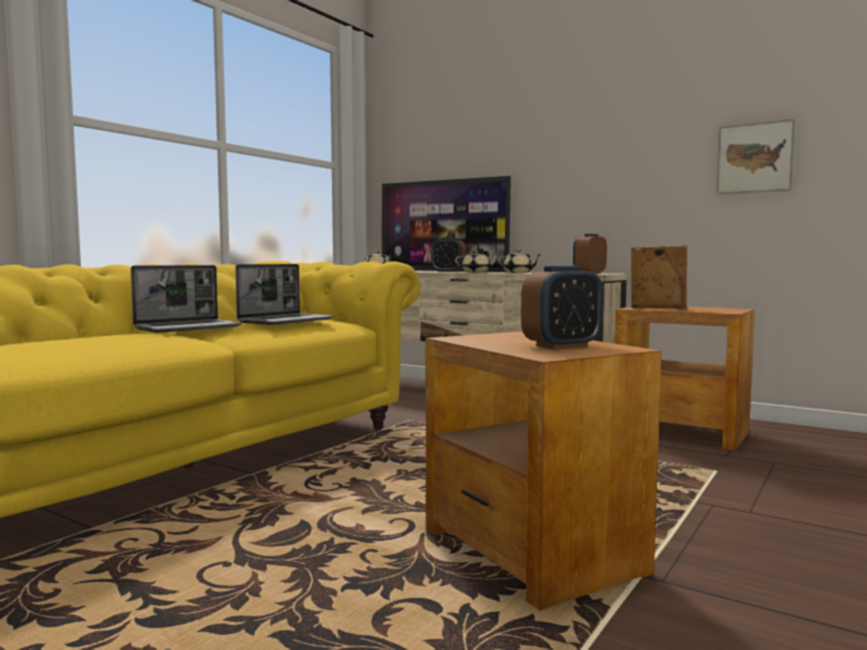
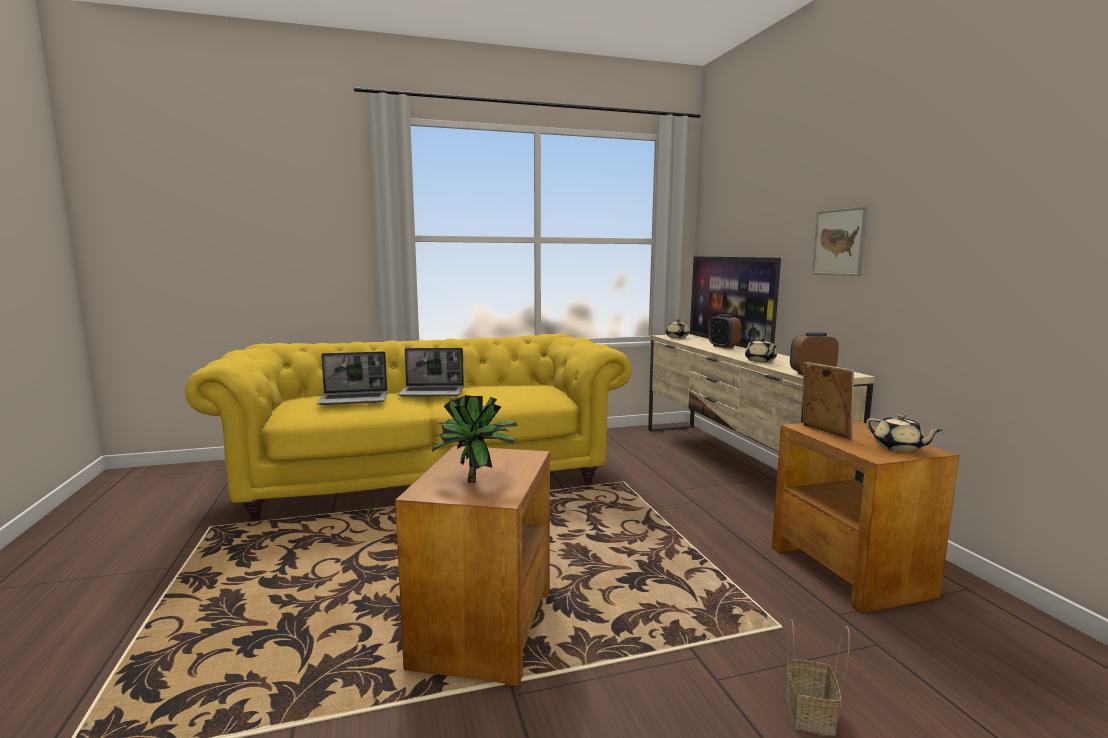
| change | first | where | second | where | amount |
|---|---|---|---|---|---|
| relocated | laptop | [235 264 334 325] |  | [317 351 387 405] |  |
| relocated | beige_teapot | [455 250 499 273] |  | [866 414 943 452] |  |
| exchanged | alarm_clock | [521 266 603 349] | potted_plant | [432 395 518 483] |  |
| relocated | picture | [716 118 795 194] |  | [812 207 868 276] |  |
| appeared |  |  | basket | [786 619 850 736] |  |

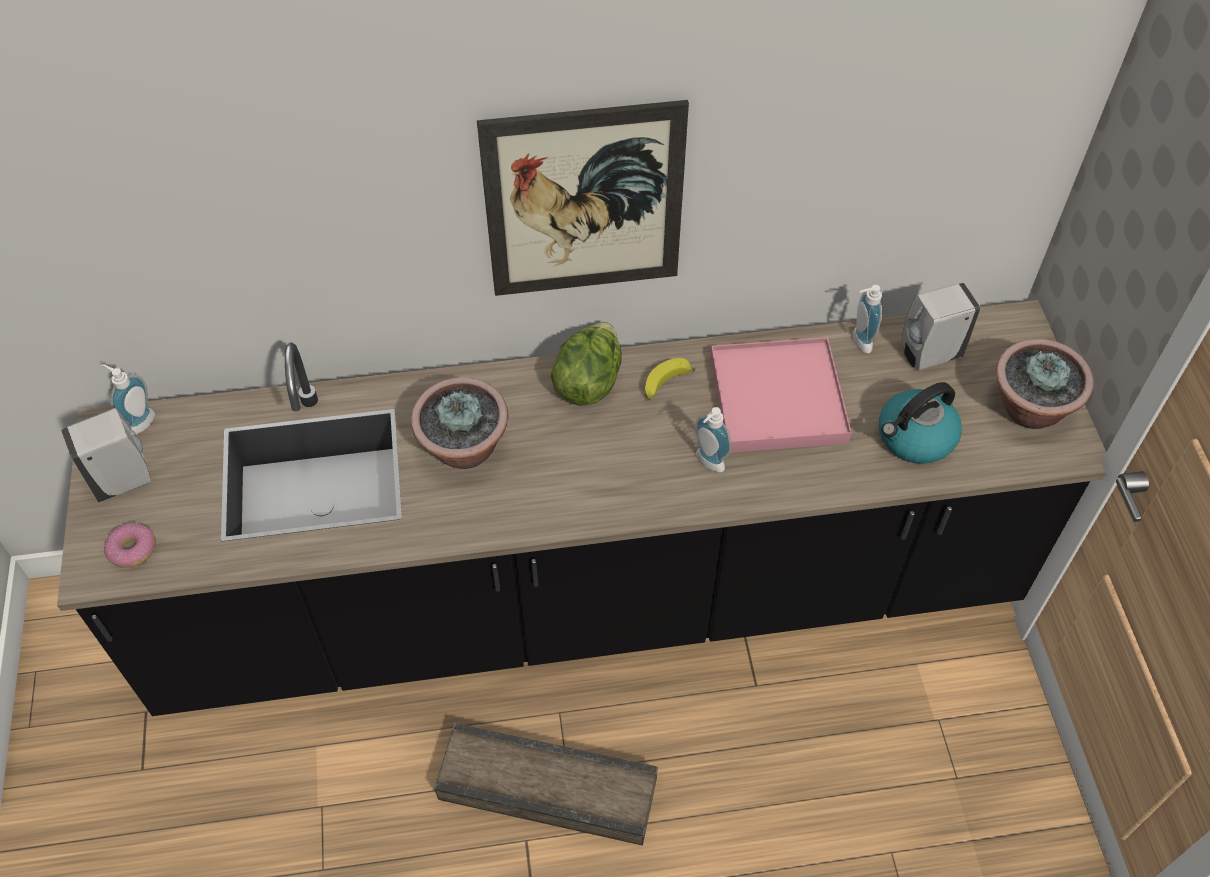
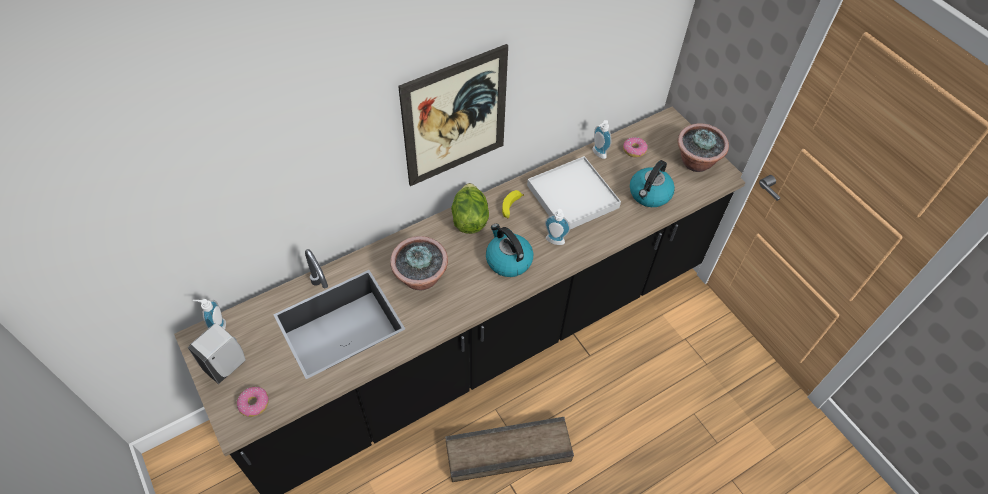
| change | first | where | second | where | amount |
|---|---|---|---|---|---|
| colour | pink_tray | [710 337 852 453] | white_tray | [527 156 621 229] |  |
| exchanged | white_soap_dispenser | [902 283 980 370] | donut | [623 137 648 157] |  |
| appeared |  |  | kettle | [486 224 533 277] |  |

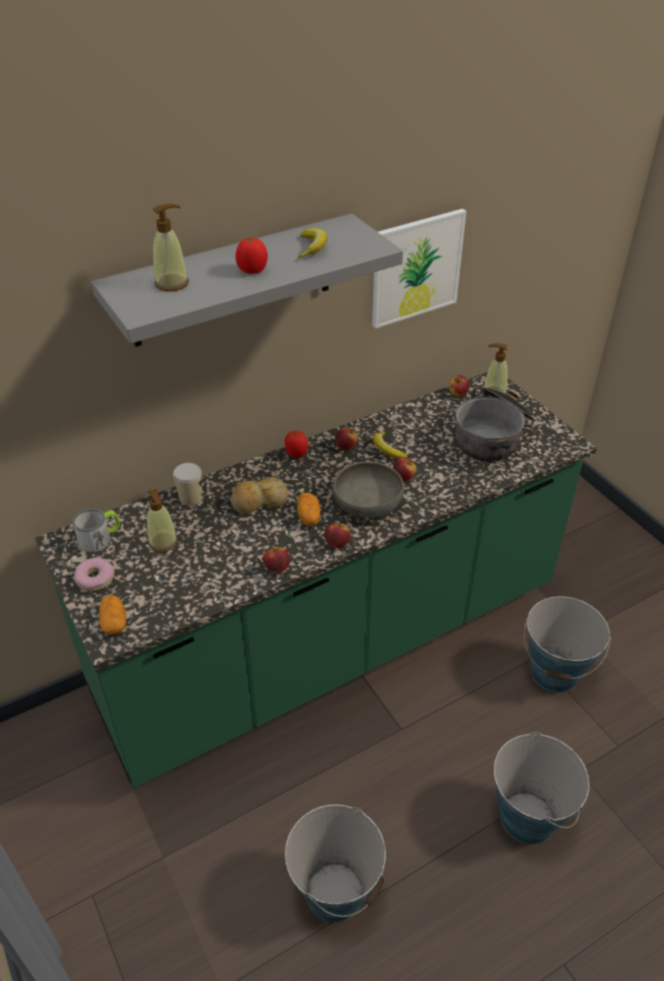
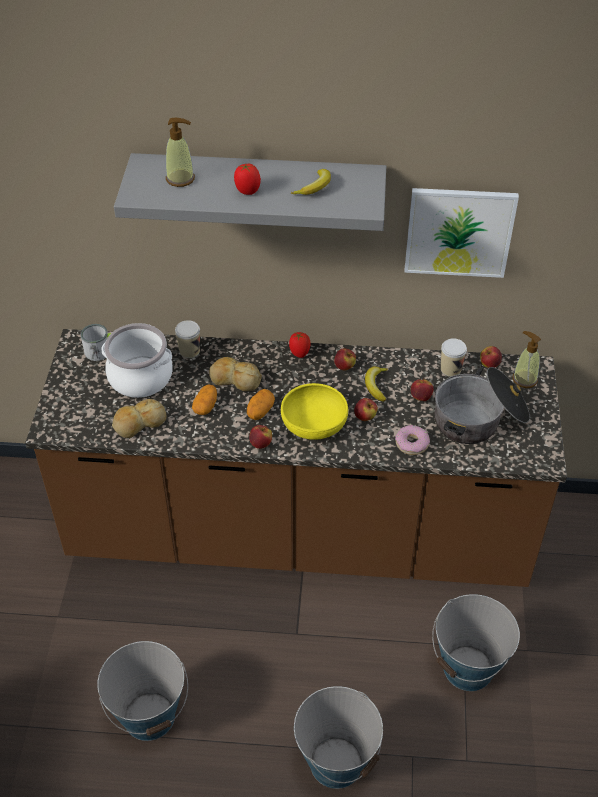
| change | first | where | second | where | amount |
|---|---|---|---|---|---|
| colour | green_counter | [35 372 597 788] | brown_counter | [25 329 567 587] |  |
| relocated | donut | [74 558 115 591] |  | [395 425 430 455] |  |
| relocated | potato | [99 595 126 635] |  | [192 384 217 415] |  |
| exchanged | soap_dispenser | [147 489 178 552] | cooking_pot | [102 323 173 398] |  |
| relocated | apple | [263 546 290 573] |  | [411 378 434 401] |  |
| colour | grey_bowl | [333 461 404 518] | yellow_bowl | [281 383 348 440] |  |
| appeared |  |  | bread | [112 399 166 438] |  |
| appeared |  |  | cup | [441 338 467 377] |  |

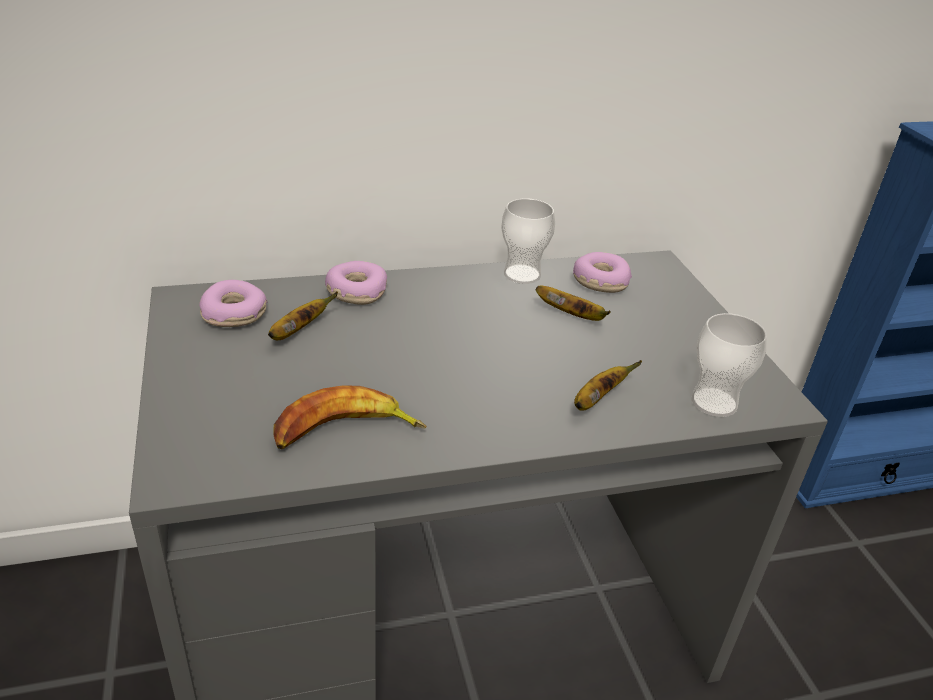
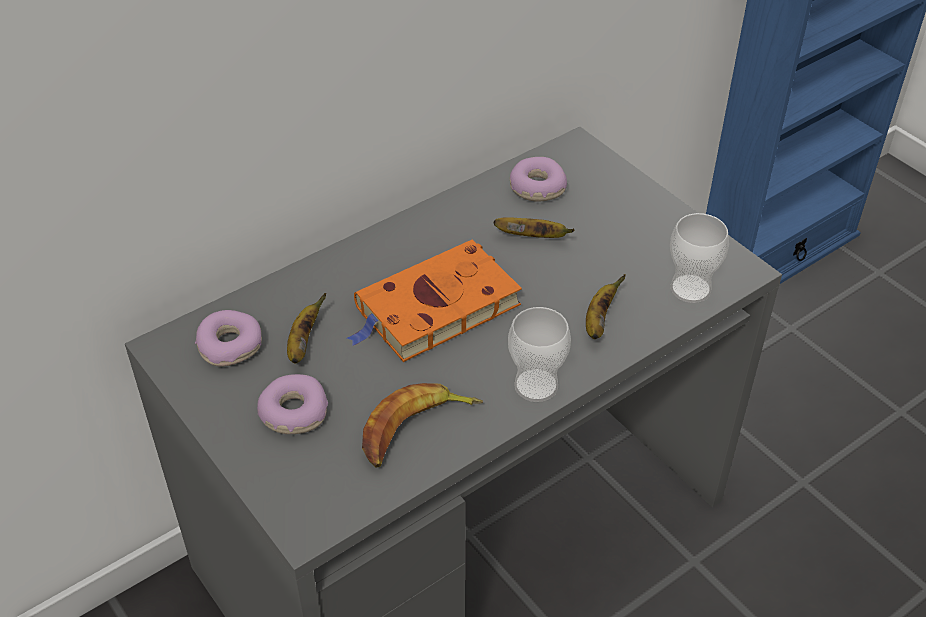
| change | first | where | second | where | amount |
|---|---|---|---|---|---|
| relocated | donut | [325 261 387 305] |  | [257 374 328 434] |  |
| relocated | cup | [501 198 555 284] |  | [508 307 571 402] |  |
| appeared |  |  | orange_book | [347 240 522 362] |  |

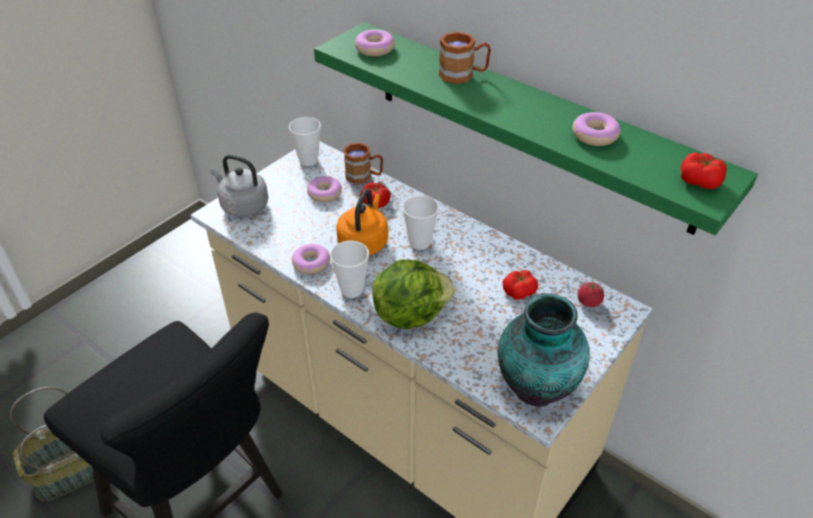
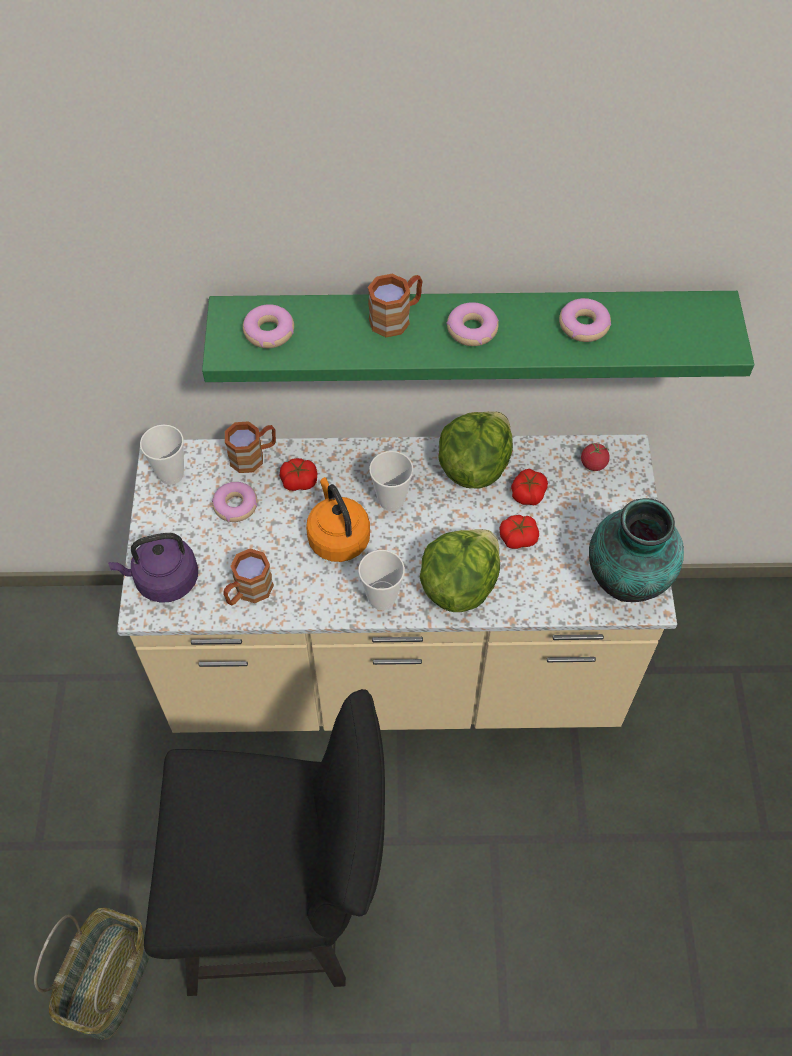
| change | first | where | second | where | amount |
|---|---|---|---|---|---|
| colour | grey_kettle | [211 155 268 217] | purple_kettle | [108 533 198 603] |  |
| relocated | donut | [292 244 330 274] |  | [446 303 499 346] |  |
| relocated | tomato | [681 152 727 189] |  | [499 515 539 549] |  |
| appeared |  |  | brown_mug | [223 549 274 605] |  |
| appeared |  |  | lettuce | [438 411 513 488] |  |

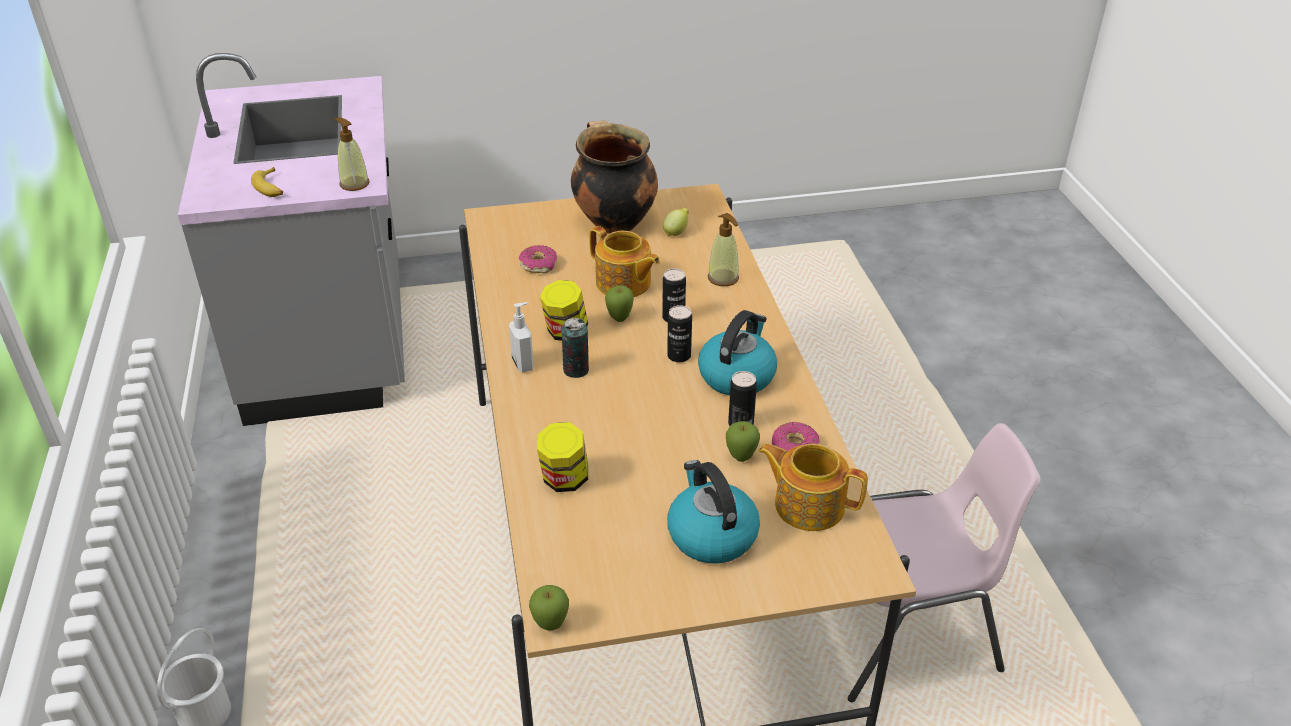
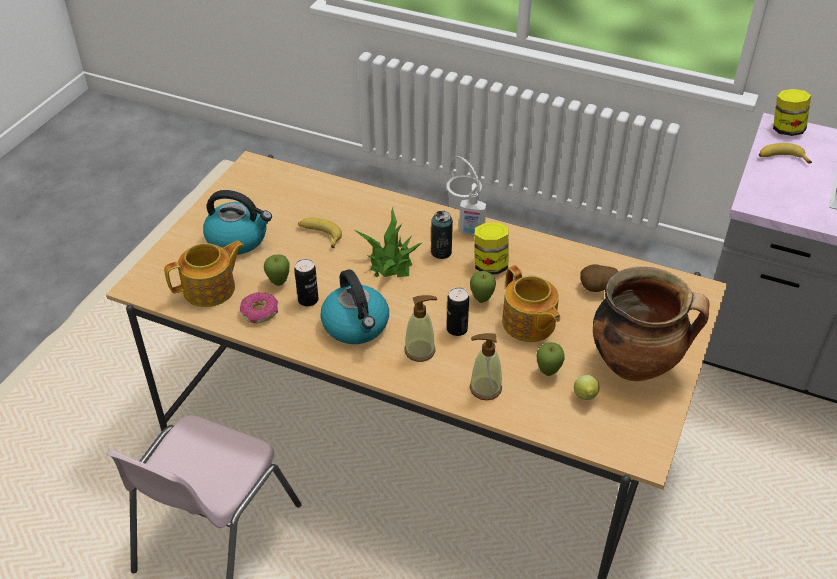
| change | first | where | second | where | amount |
|---|---|---|---|---|---|
| relocated | soap_dispenser | [333 117 369 191] |  | [404 295 437 362] |  |
| exchanged | donut | [519 245 557 273] | potato | [580 264 619 292] |  |
| relocated | apple | [529 585 569 630] |  | [537 342 565 376] |  |
| relocated | jar | [537 422 588 492] |  | [773 89 811 136] |  |
| spun | teapot | [589 226 660 297] |  | [502 265 560 342] | 105 degrees counterclockwise |
| missing | can | [667 305 692 363] |  |  |  |
| appeared |  |  | banana | [298 217 342 248] |  |
| appeared |  |  | potted_plant | [354 208 422 277] |  |

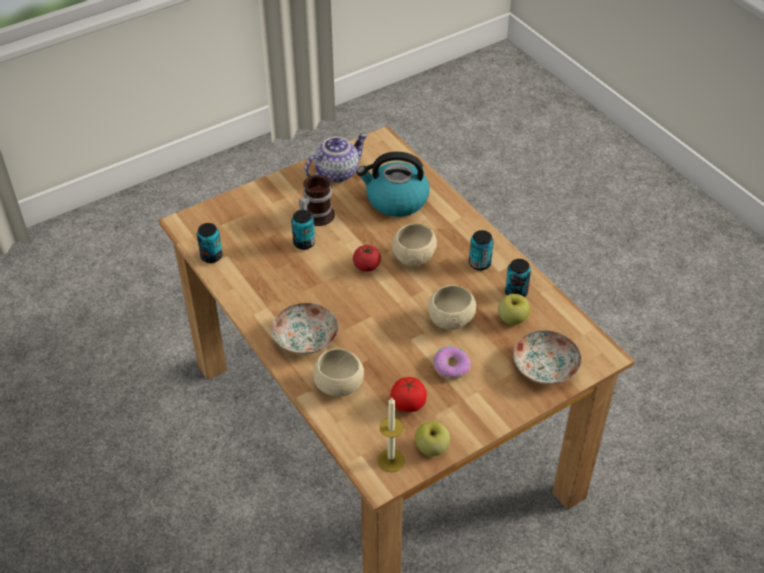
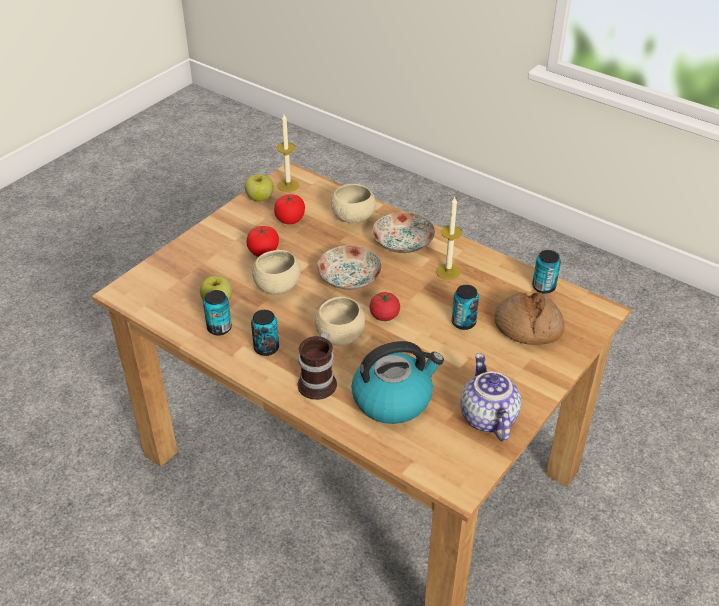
| change | first | where | second | where | amount |
|---|---|---|---|---|---|
| relocated | mug | [299 175 335 226] |  | [297 332 337 400] |  |
| spun | teapot | [305 133 368 183] |  | [461 353 521 441] | 135 degrees clockwise |
| exchanged | donut | [433 346 471 379] | tomato | [247 226 279 257] |  |
| relocated | plate | [513 330 581 385] |  | [317 245 382 290] |  |
| appeared |  |  | candle | [436 196 463 280] |  |
| appeared |  |  | bread | [494 292 565 345] |  |

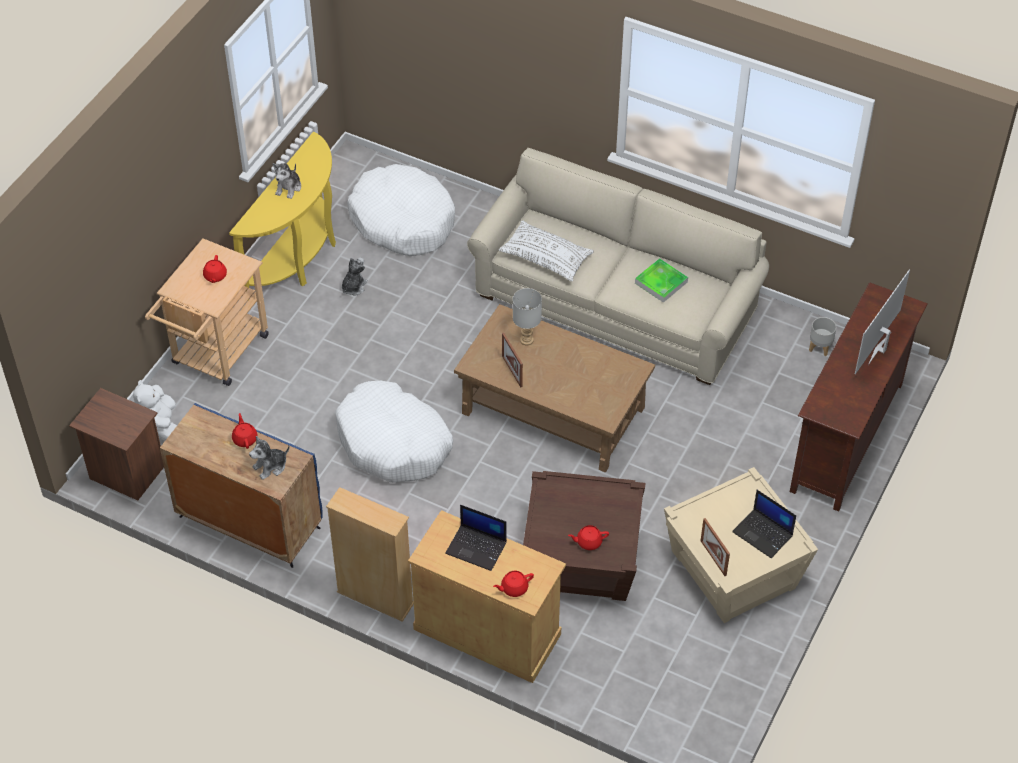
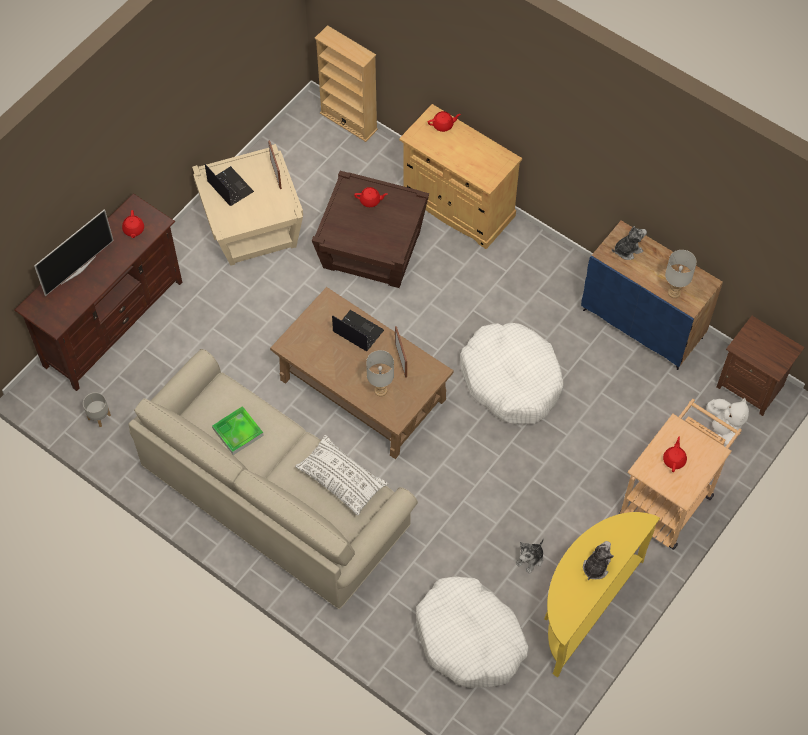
| change | first | where | second | where | amount |
|---|---|---|---|---|---|
| relocated | red_teapot | [232 413 257 449] |  | [122 210 144 238] |  |
| relocated | beige_bookcase | [326 487 414 622] |  | [315 25 378 142] |  |
| relocated | laptop | [445 505 507 571] |  | [332 310 384 351] |  |
| appeared |  |  | grey_table_lamp | [665 250 697 298] |  |

